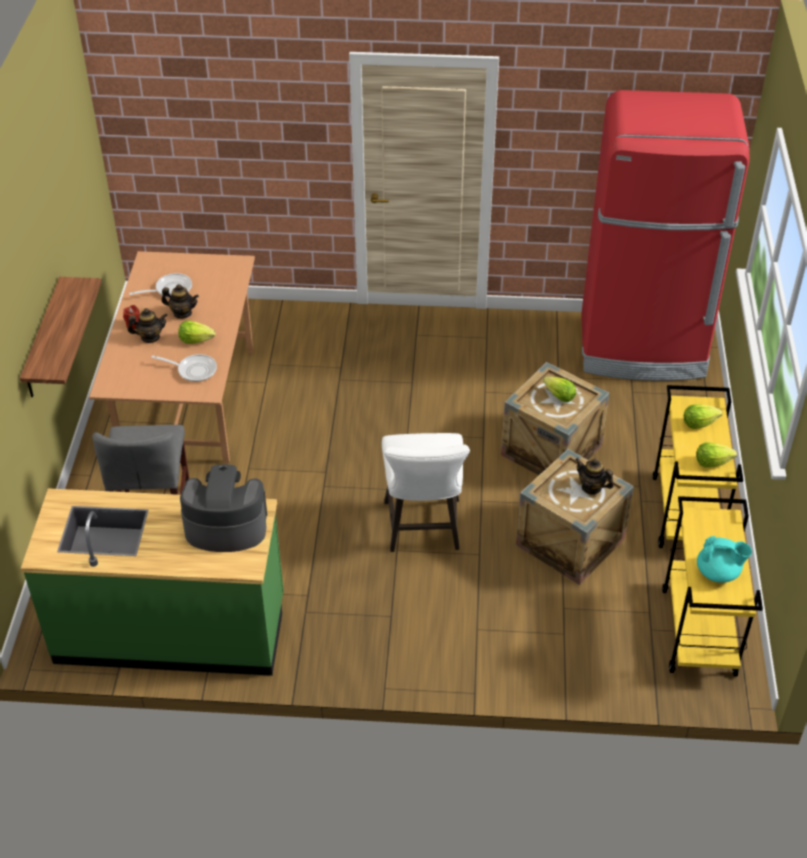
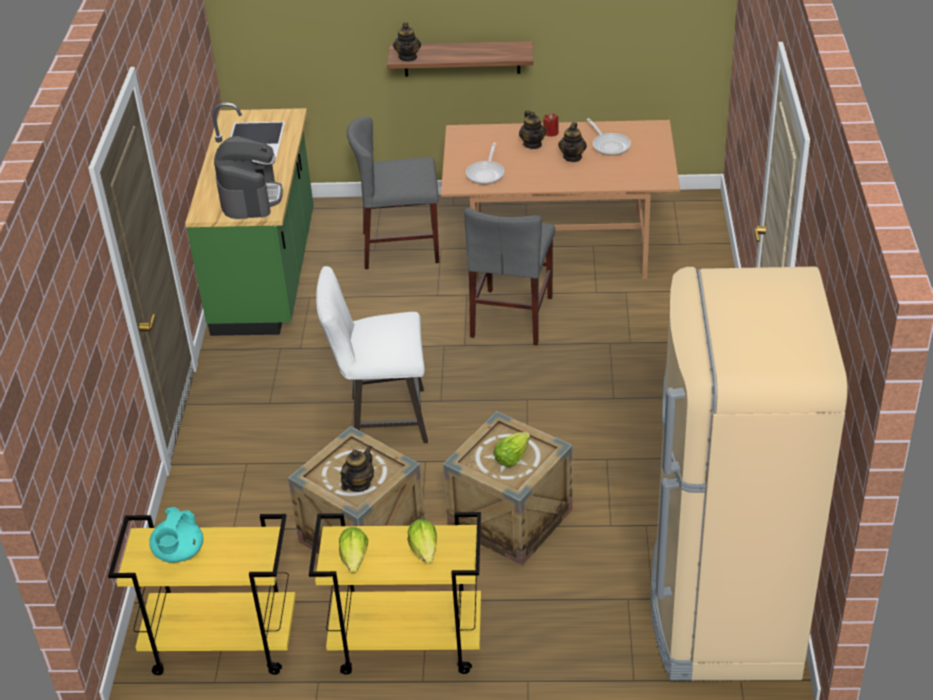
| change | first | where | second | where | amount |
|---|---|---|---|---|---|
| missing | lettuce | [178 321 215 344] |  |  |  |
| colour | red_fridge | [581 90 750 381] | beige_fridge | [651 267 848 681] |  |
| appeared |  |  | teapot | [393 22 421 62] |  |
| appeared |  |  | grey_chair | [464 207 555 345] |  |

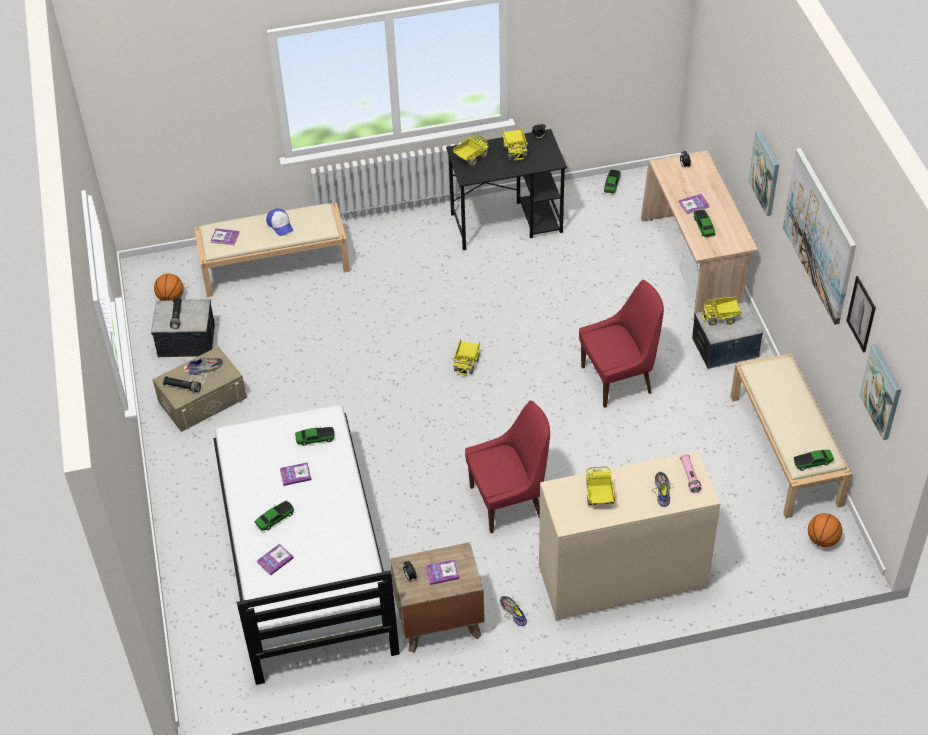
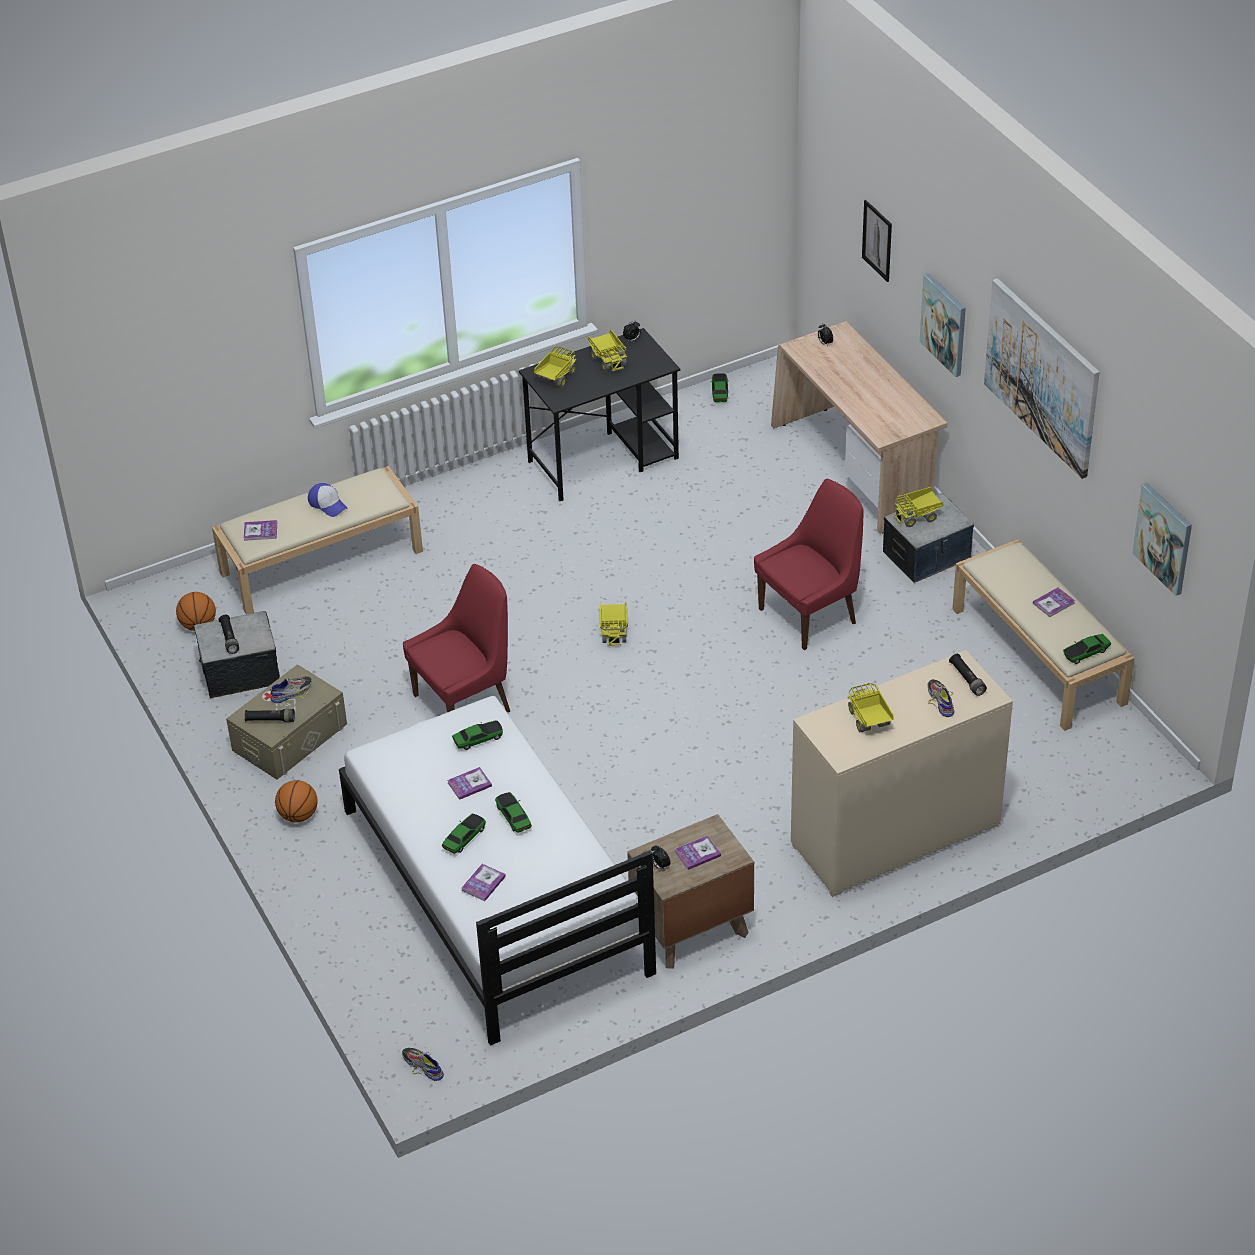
| change | first | where | second | where | amount |
|---|---|---|---|---|---|
| relocated | red_chair | [465 401 550 533] |  | [403 564 510 712] |  |
| relocated | shoe | [500 596 527 626] |  | [402 1048 444 1081] |  |
| relocated | book | [679 194 710 214] |  | [1033 587 1075 617] |  |
| colour | pink_flashlight | [680 454 702 493] | black_flashlight | [949 654 987 696] |  |
| relocated | toy_car | [694 210 715 237] |  | [495 792 532 833] |  |
| relocated | basketball | [808 513 842 547] |  | [275 780 318 823] |  |
| relocated | picture | [846 276 876 352] |  | [862 200 892 282] |  |

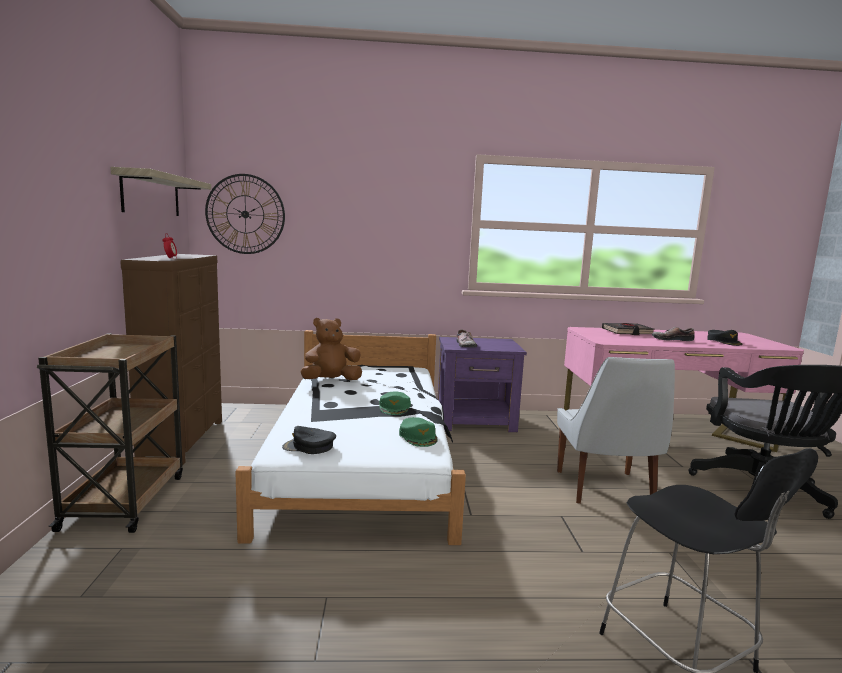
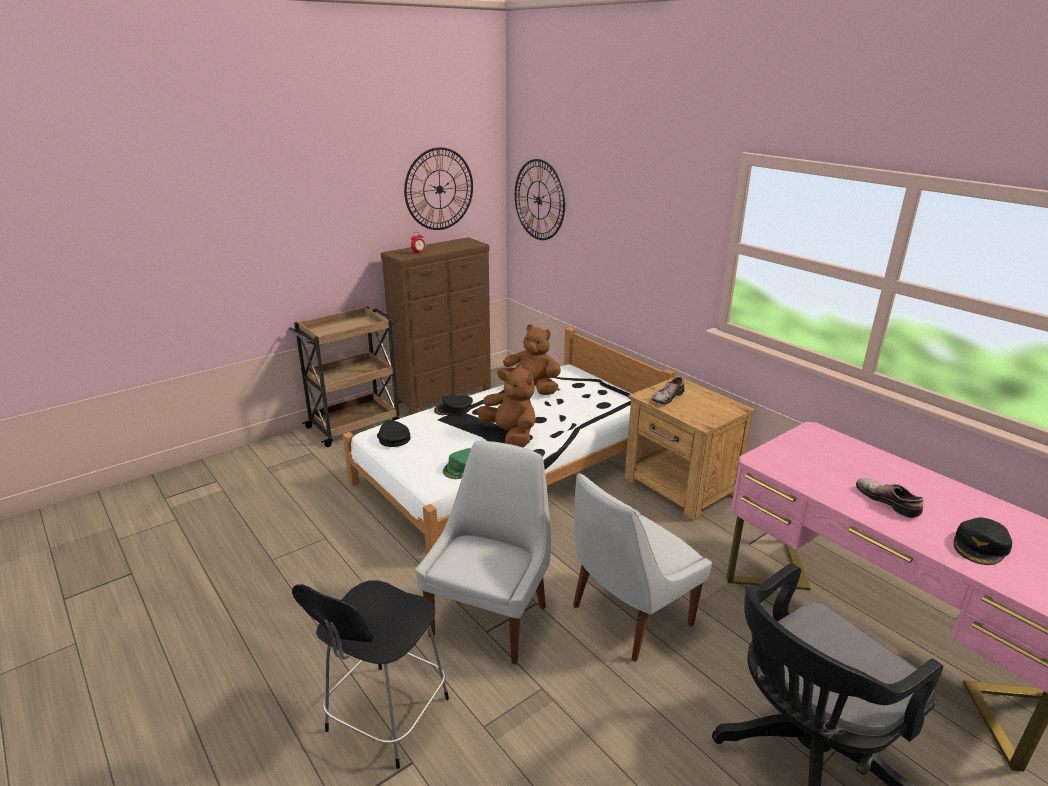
| change | first | where | second | where | amount |
|---|---|---|---|---|---|
| exchanged | shelf | [110 167 211 216] | wall_clock | [404 147 473 230] |  |
| exchanged | green_cap | [379 392 411 415] | brown_plush_toy | [477 364 536 448] |  |
| colour | purple_nightstand | [438 337 527 432] | brown_nightstand | [624 376 755 521] |  |
| missing | black_book | [602 323 655 335] |  |  |  |
| appeared |  |  | white_chair | [415 441 551 665] |  |
| appeared |  |  | black_cap | [434 395 473 415] |  |

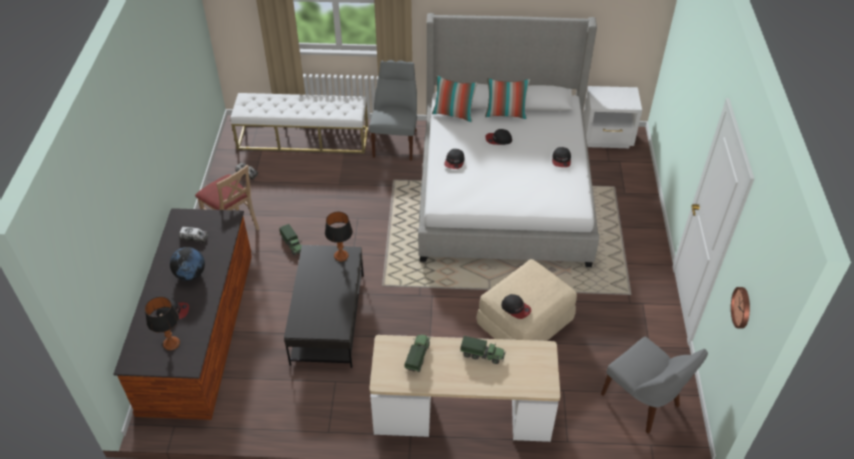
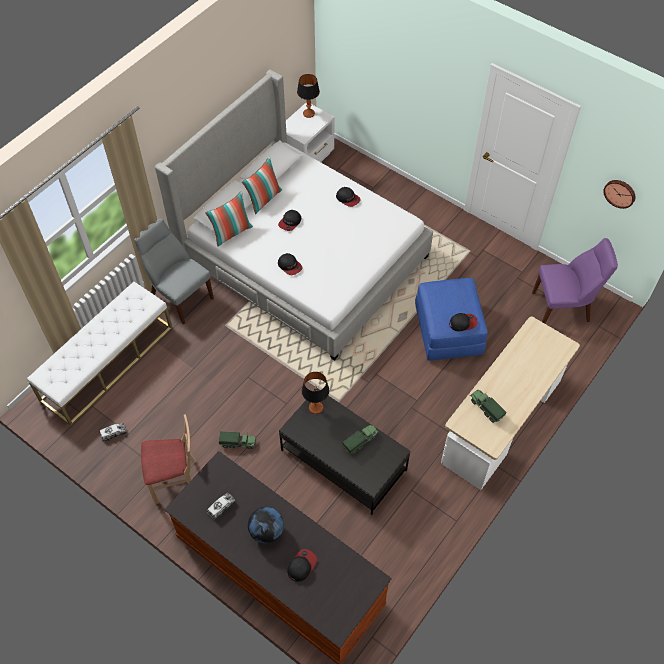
| change | first | where | second | where | amount |
|---|---|---|---|---|---|
| relocated | table_lamp | [145 297 180 350] |  | [297 74 320 118] |  |
| relocated | toy_truck | [461 336 506 364] |  | [342 425 379 454] |  |
| colour | beige_ottoman | [477 259 577 341] | blue_ottoman | [415 278 488 360] |  |
| colour | grey_chair | [601 337 708 434] | purple_chair | [532 238 618 324] |  |

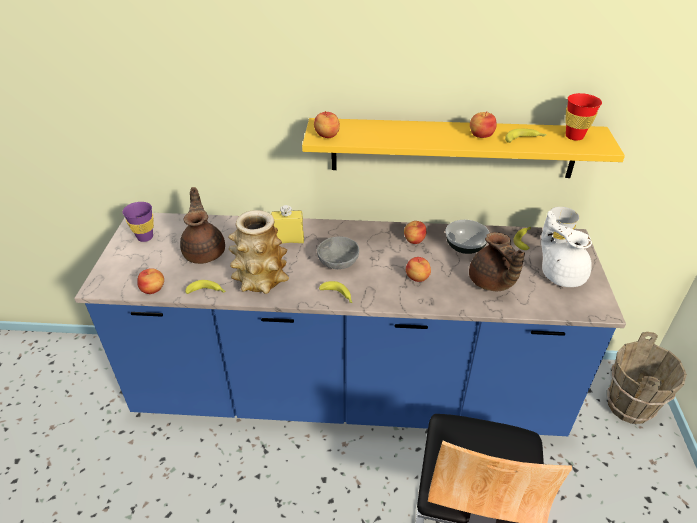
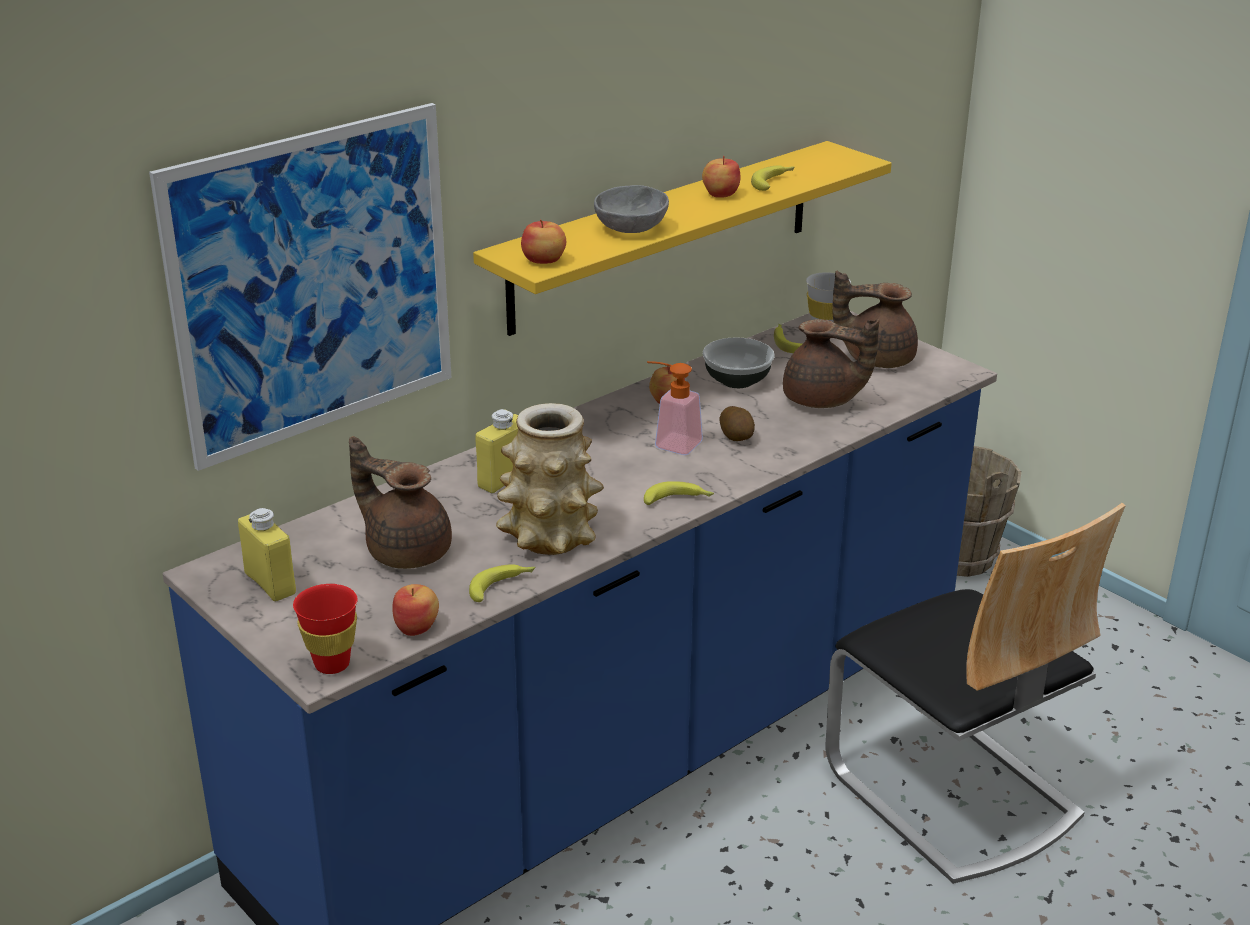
| change | first | where | second | where | amount |
|---|---|---|---|---|---|
| exchanged | purple_cup | [122 202 154 242] | yellow_bottle | [238 508 296 601] |  |
| relocated | grey_bowl | [317 237 359 269] |  | [594 185 669 233] |  |
| exchanged | apple | [406 257 431 282] | potato | [720 406 755 441] |  |
| colour | white_teapot | [541 210 592 287] | brown_teapot | [833 270 918 368] |  |
| relocated | red_cup | [565 93 602 140] |  | [293 584 358 674] |  |
| appeared |  |  | picture | [149 103 451 471] |  |
| appeared |  |  | soap_dispenser | [647 361 703 455] |  |

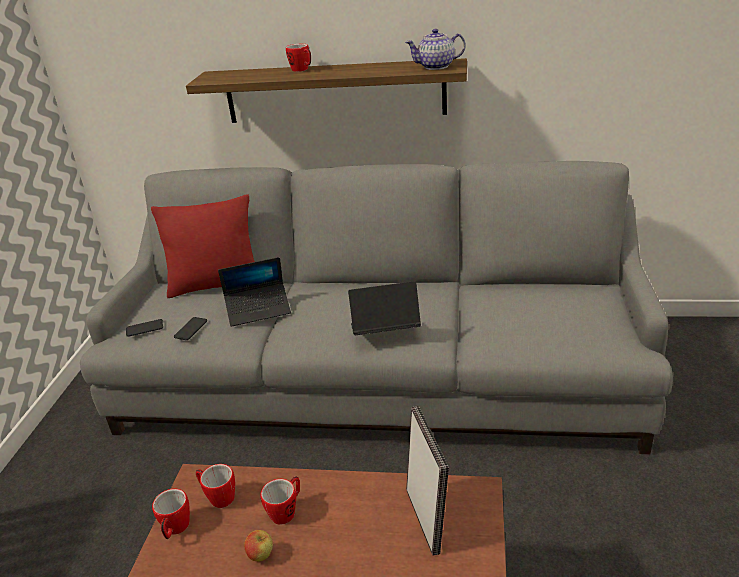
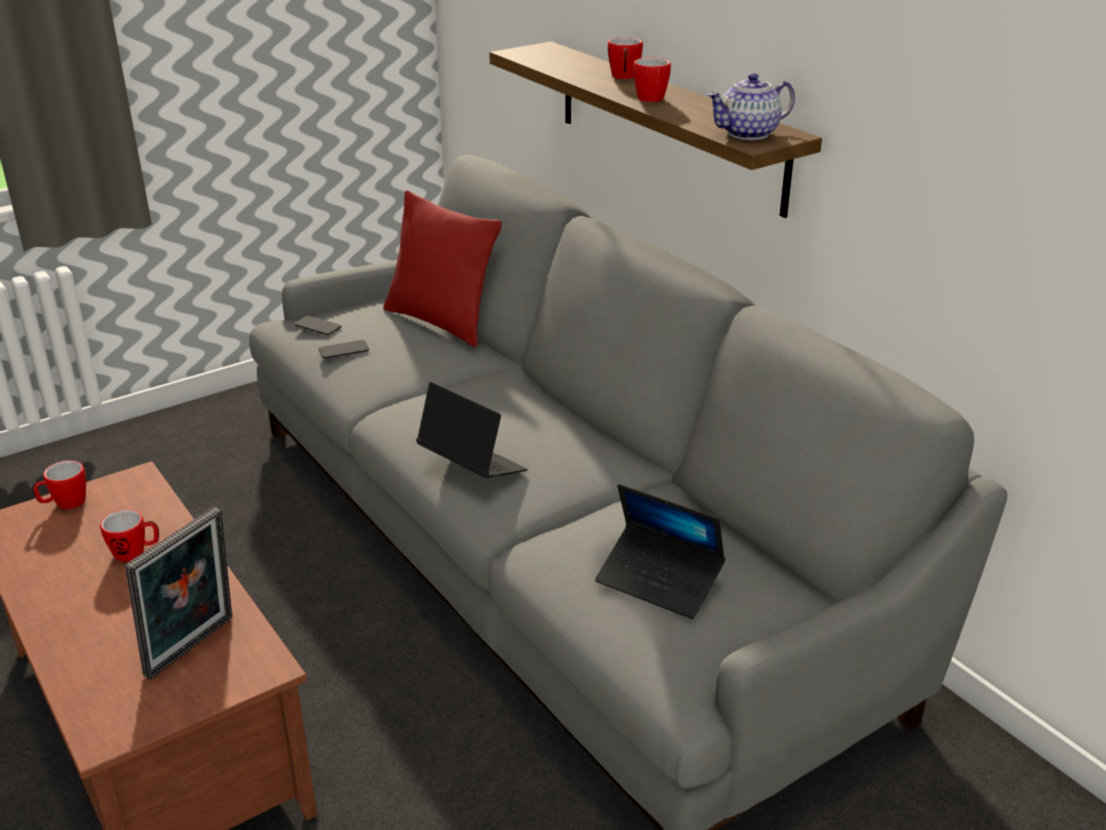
| change | first | where | second | where | amount |
|---|---|---|---|---|---|
| relocated | mug | [196 464 235 508] |  | [633 57 671 102] |  |
| relocated | laptop | [218 257 291 327] |  | [595 484 725 619] |  |
| missing | apple | [244 530 273 562] |  |  |  |
| spun | teapot | [405 29 466 70] |  | [707 73 795 140] | 60 degrees counterclockwise |

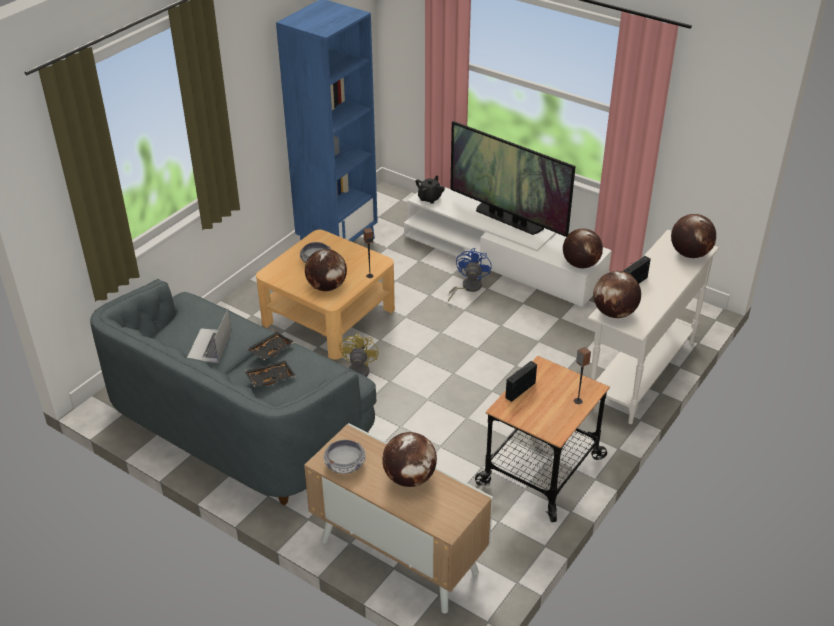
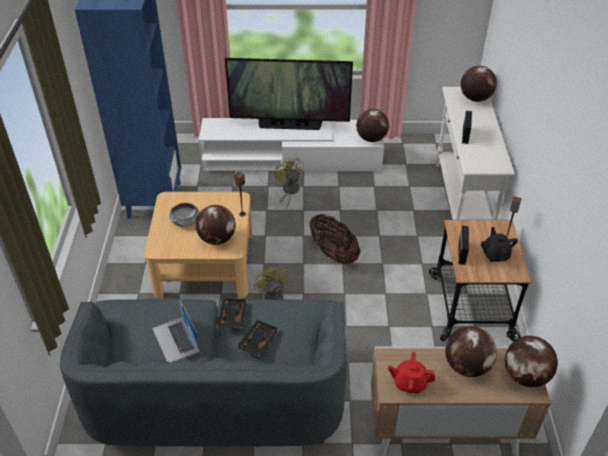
| change | first | where | second | where | amount |
|---|---|---|---|---|---|
| exchanged | bowl | [323 440 366 474] | red_teapot | [388 352 435 393] |  |
| relocated | black_teapot | [415 175 445 204] |  | [481 227 518 262] |  |
| colour | blue_fan | [448 248 492 302] | yellow_fan | [275 157 304 209] |  |
| relocated | globe | [593 271 641 318] |  | [505 336 558 387] |  |
| appeared |  |  | basket | [310 214 360 265] |  |

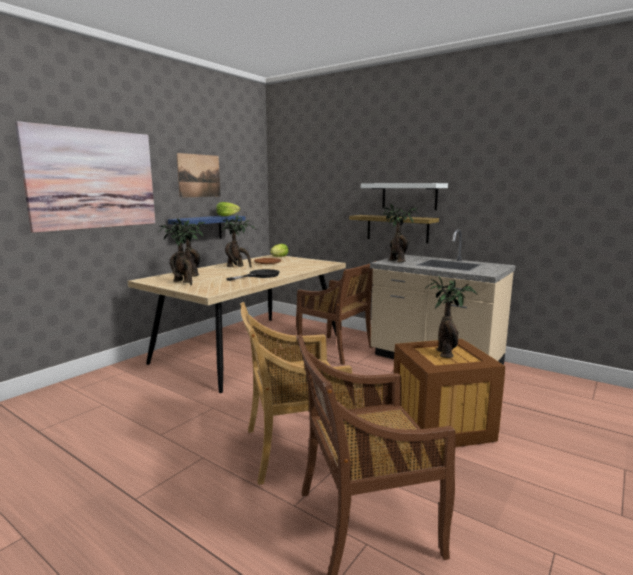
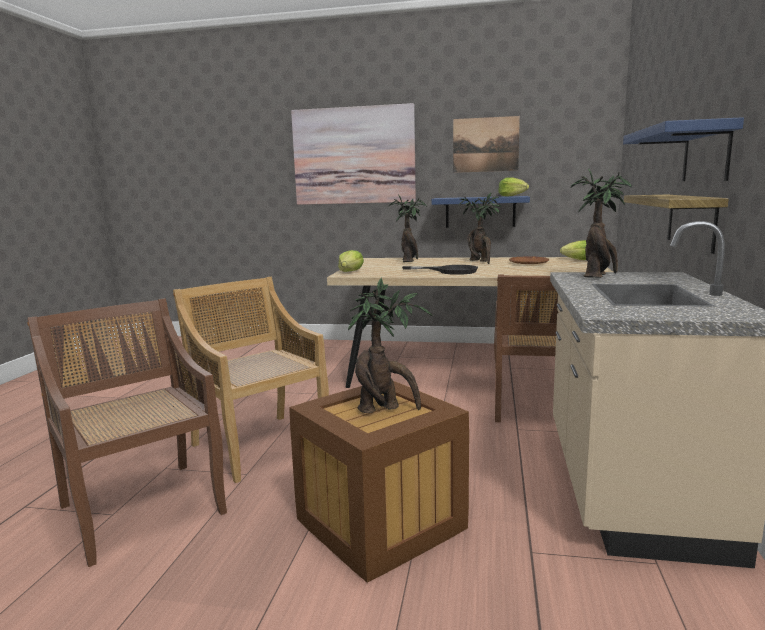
| change | first | where | second | where | amount |
|---|---|---|---|---|---|
| missing | potted_plant | [158 220 198 285] |  |  |  |
| colour | white_shelf | [361 183 448 210] | blue_shelf | [623 117 744 181] |  |
| appeared |  |  | lettuce | [338 250 364 272] |  |

